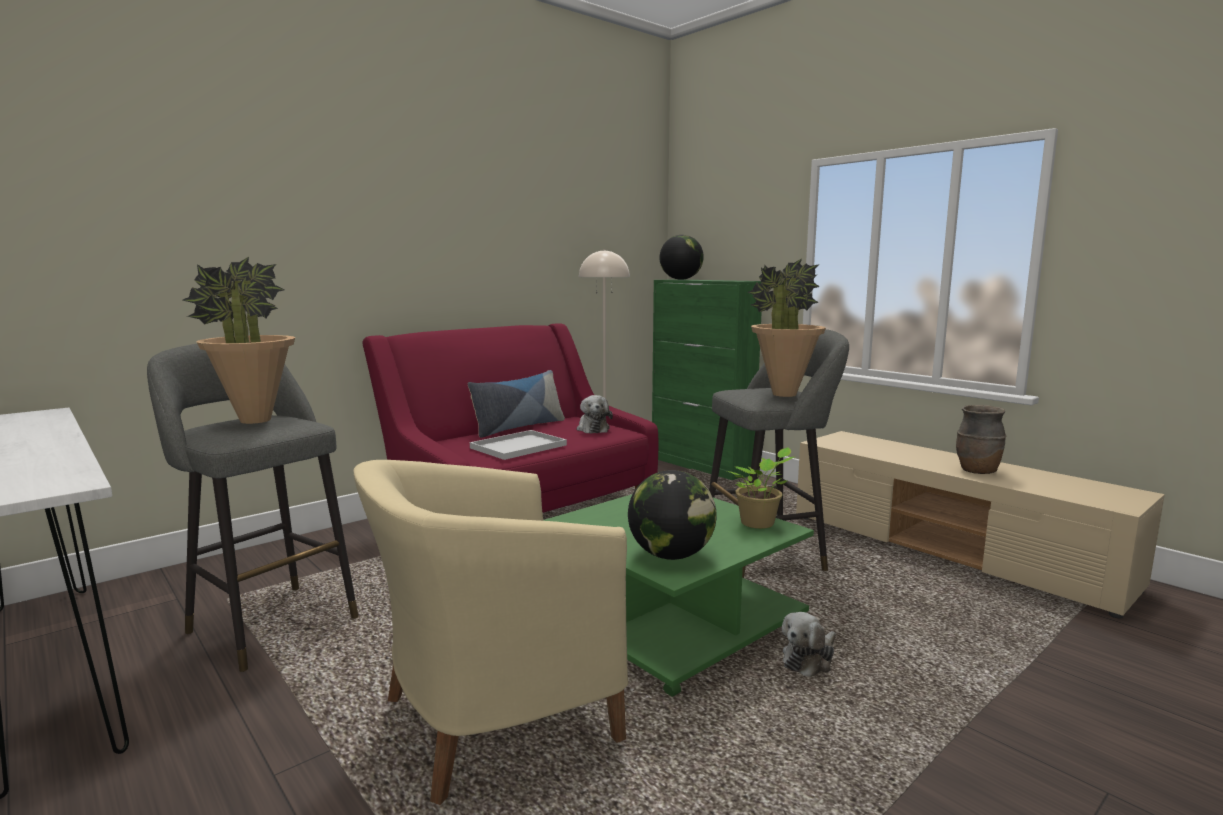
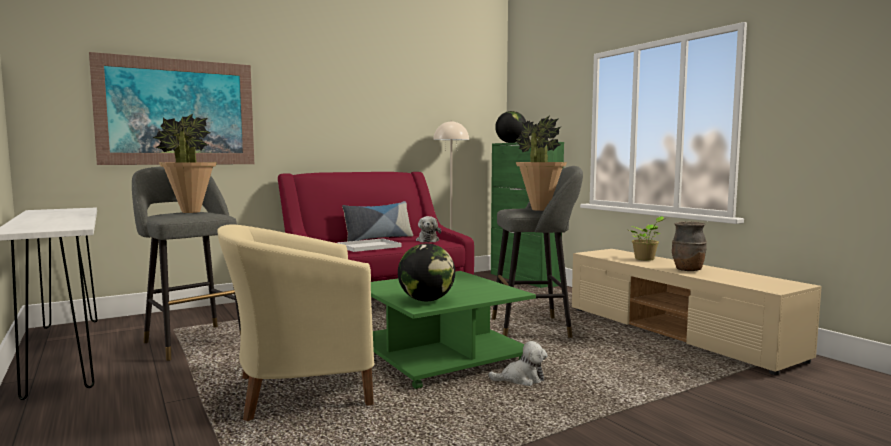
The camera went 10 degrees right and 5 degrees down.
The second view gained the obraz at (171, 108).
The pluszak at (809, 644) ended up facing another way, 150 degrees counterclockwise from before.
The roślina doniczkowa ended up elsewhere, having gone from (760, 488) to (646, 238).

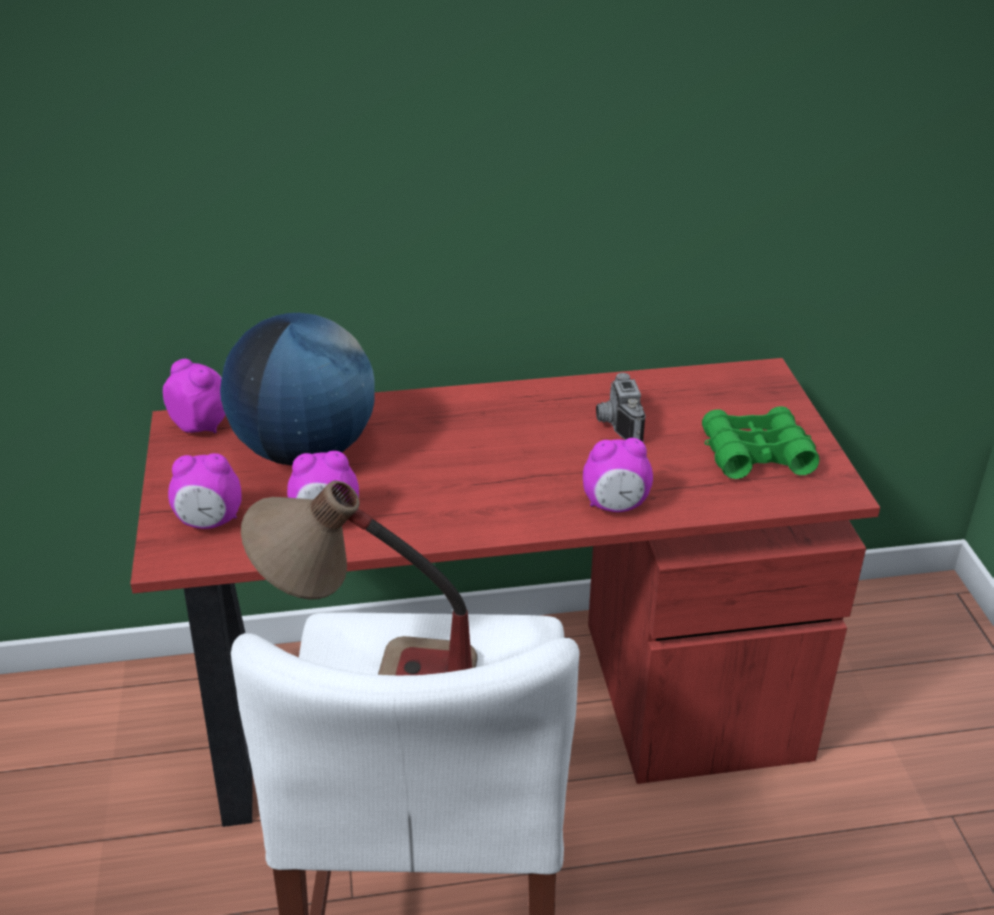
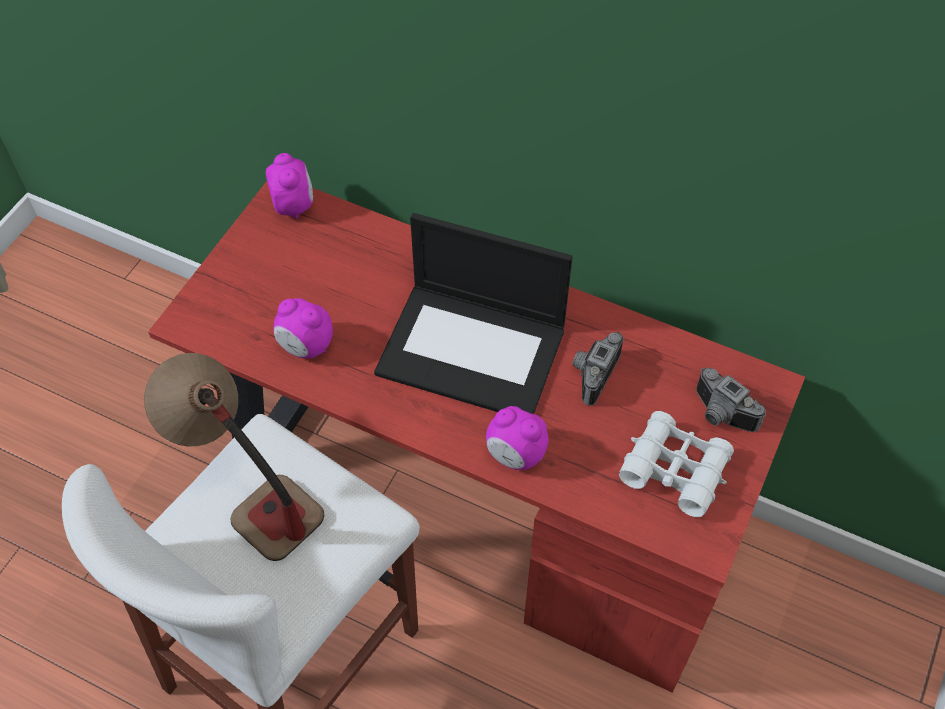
The camera went 35 degrees right and 20 degrees up.
The second view gained the laptop at (473, 313).
What was the lornetka/zielony at (760, 442) turned into the lornetka/biały at (676, 464).
The second view gained the aparat fotograficzny at (731, 399).
The second view lost the budzik at (205, 491).
The second view lost the globus at (297, 389).

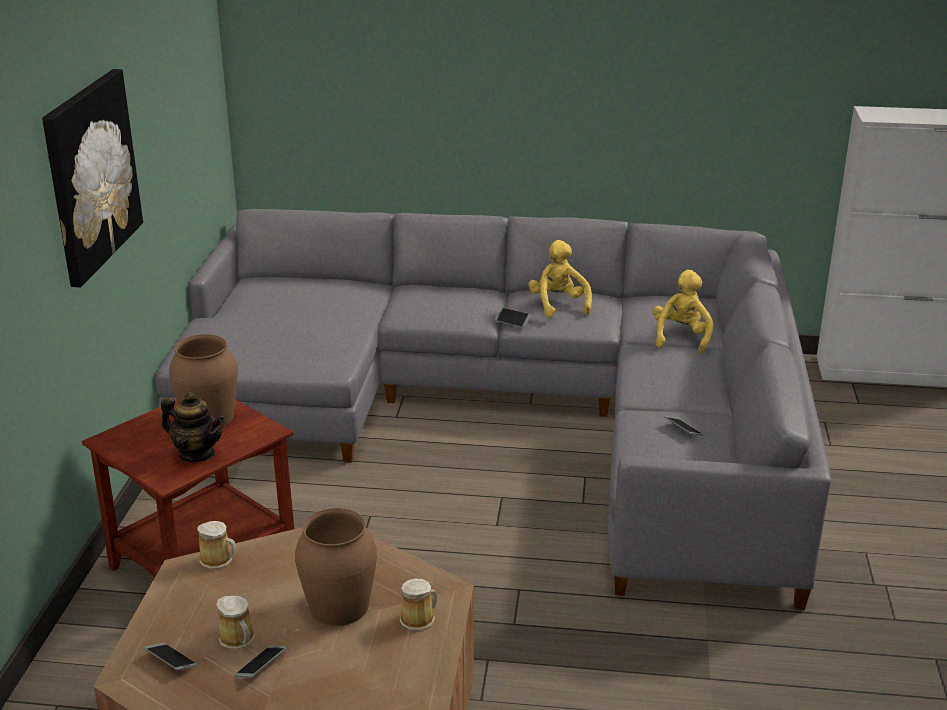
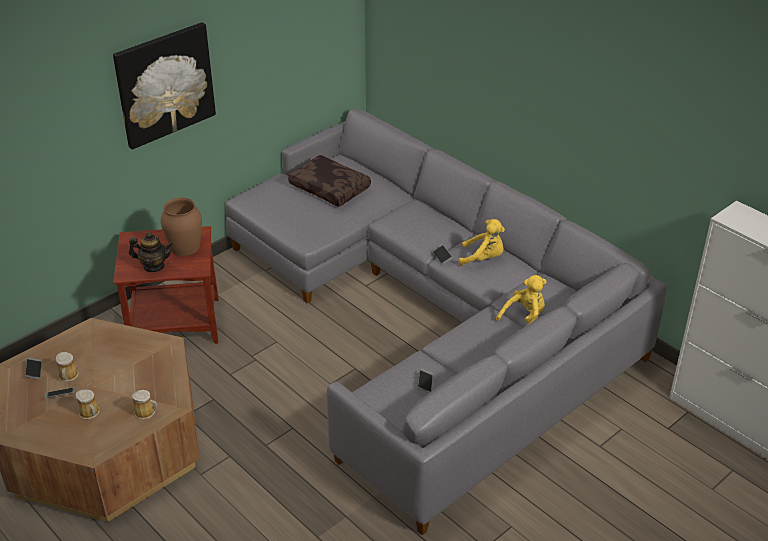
The camera went 40 degrees right and 10 degrees up.
The kubek ended up elsewhere, having gone from (216, 545) to (88, 404).
The imbryk at (192, 427) ended up facing another way, 60 degrees counterclockwise from before.
The second view gained the poduszka/brązowy at (329, 181).
The pluszak/żółty at (560, 279) ended up facing another way, 75 degrees clockwise from before.
The second view lost the wazon/brązowy at (336, 567).

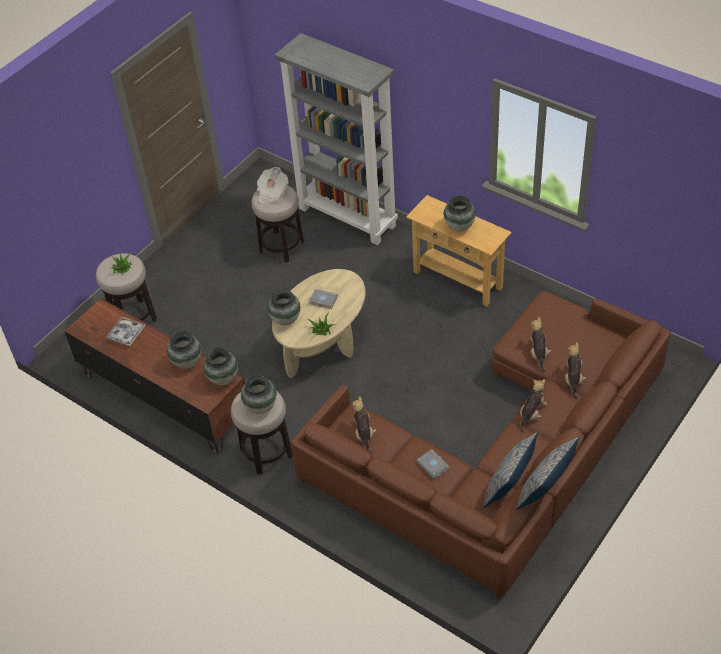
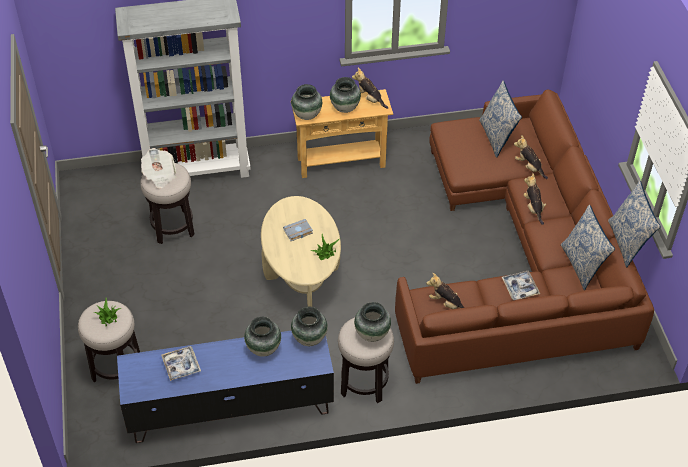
The camera went 50 degrees left and 0 degrees up.
What was the szafka pod telewizor/brązowy at (154, 375) turned into the szafka pod telewizor/niebieski at (225, 387).
The wazon ended up elsewhere, having gone from (284, 307) to (306, 102).
The pluszak ended up elsewhere, having gone from (540, 344) to (370, 88).
The second view gained the poduszka at (500, 119).
Where the książka/szary stood at (432, 464), the taca came to stand at (521, 285).

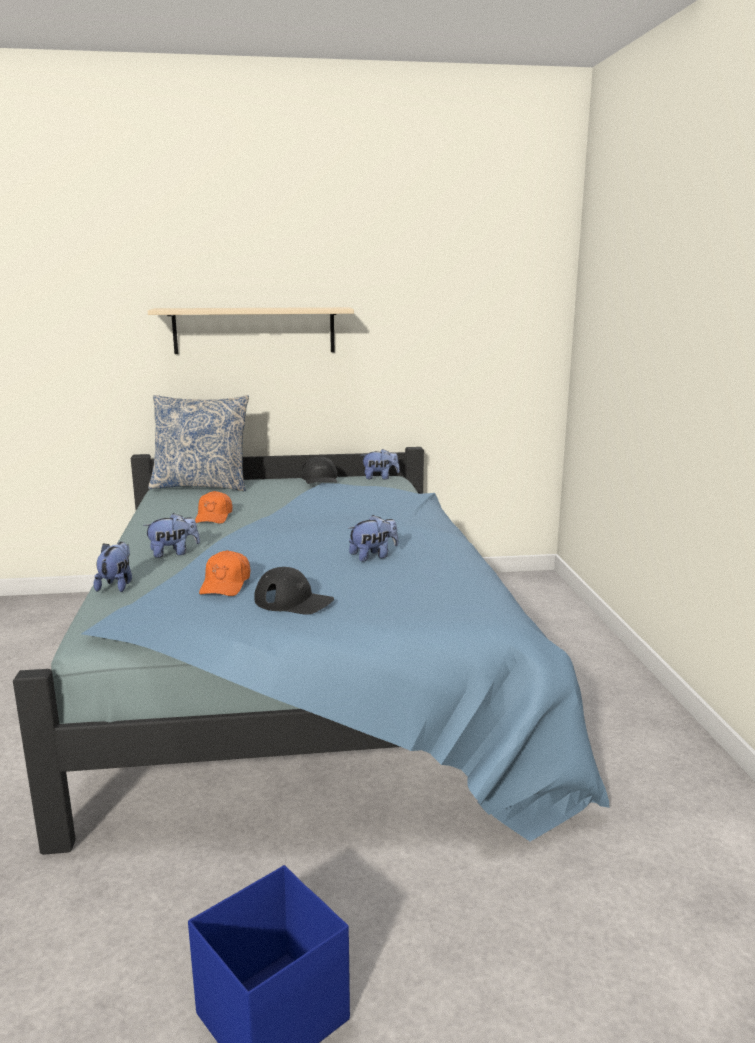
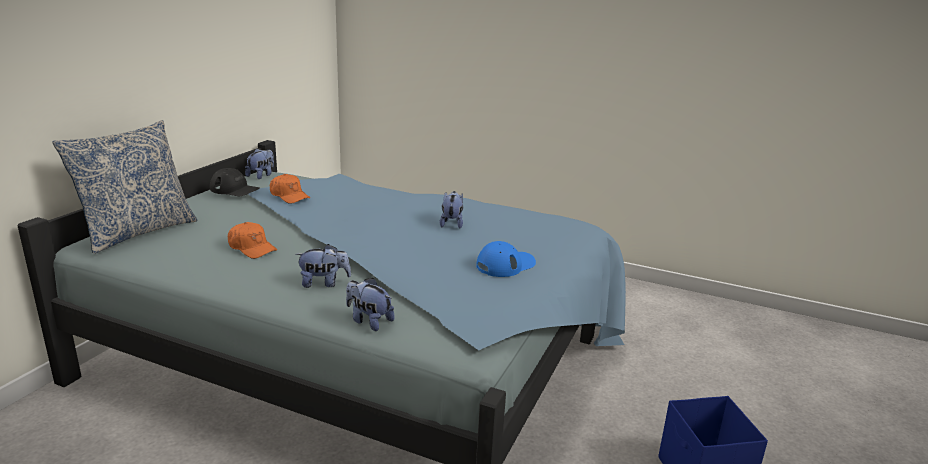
The camera went 60 degrees left and 5 degrees up.
The czapka z daszkiem/pomarańczowy ended up elsewhere, having gone from (224, 573) to (290, 189).
The pluszak at (171, 535) ended up facing another way, 75 degrees clockwise from before.
What was the czapka z daszkiem/czarny at (294, 591) turned into the czapka z daszkiem/niebieski at (506, 259).
The second view lost the półka/beżowy at (251, 330).

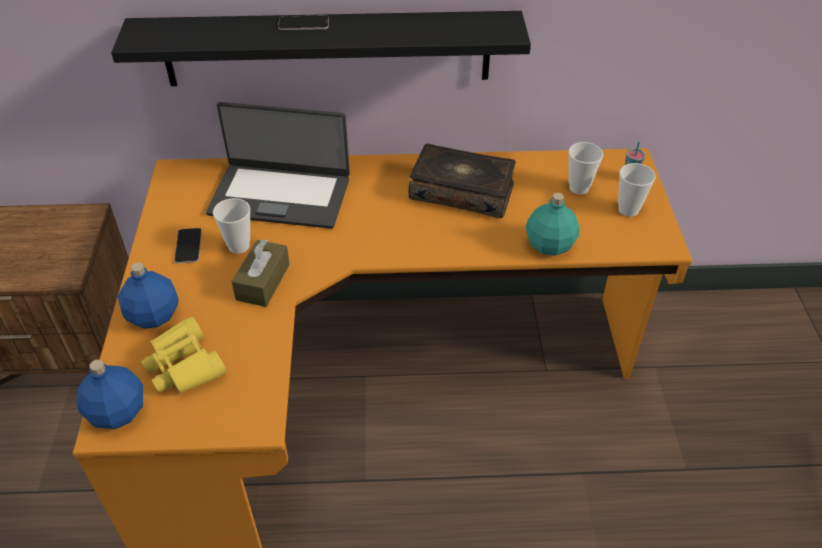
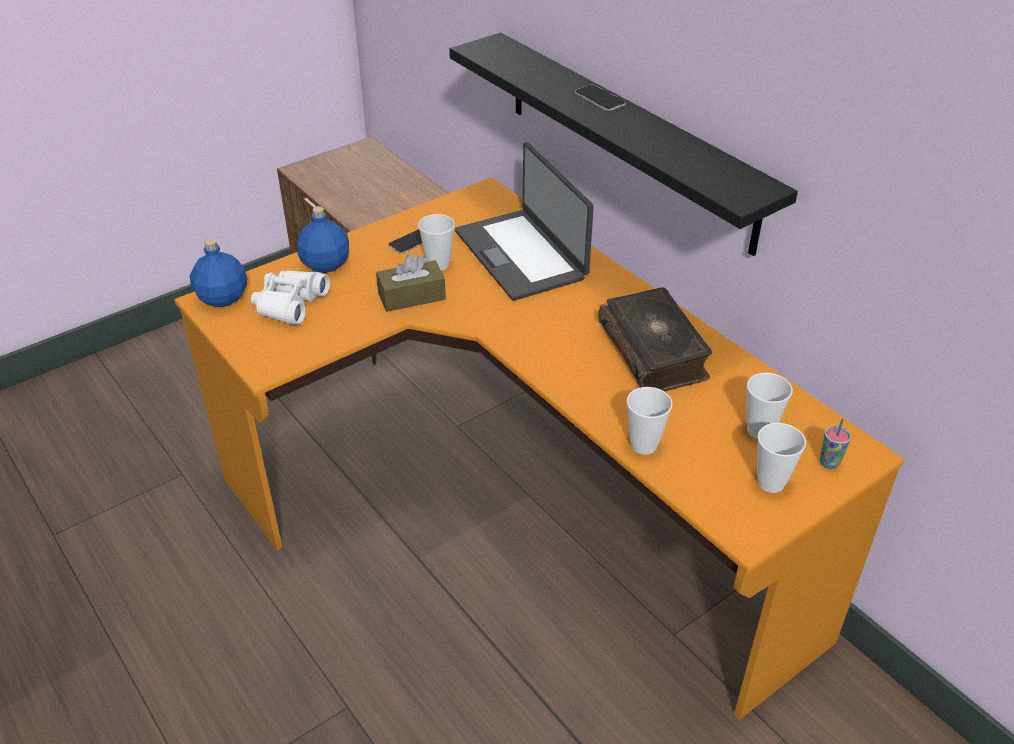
The camera went 55 degrees right and 5 degrees down.
What was the lornetka/żółty at (184, 355) turned into the lornetka/biały at (290, 297).
Where the butelka/turkusowy stood at (553, 224), the filiżanka came to stand at (650, 421).

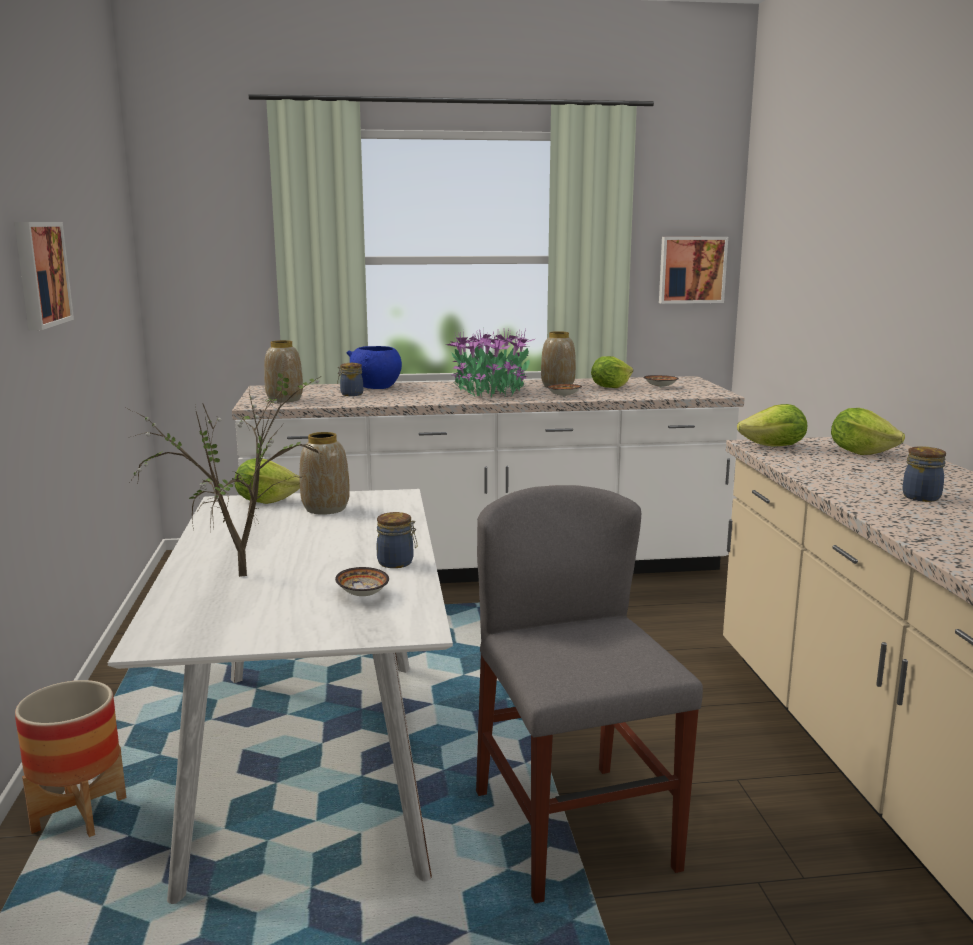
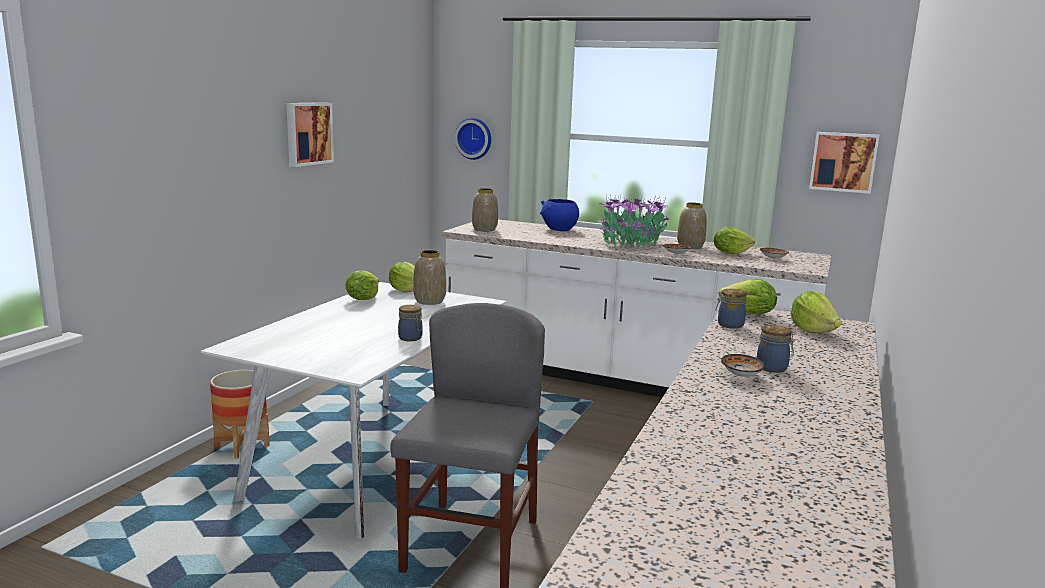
The camera went 30 degrees right and 0 degrees up.
The second view gained the sałata at (362, 285).
The second view gained the zegar ścienny at (472, 139).
The słoik ended up elsewhere, having gone from (350, 379) to (731, 309).
The miska ended up elsewhere, having gone from (362, 581) to (743, 365).
The second view lost the roślina doniczkowa at (224, 473).

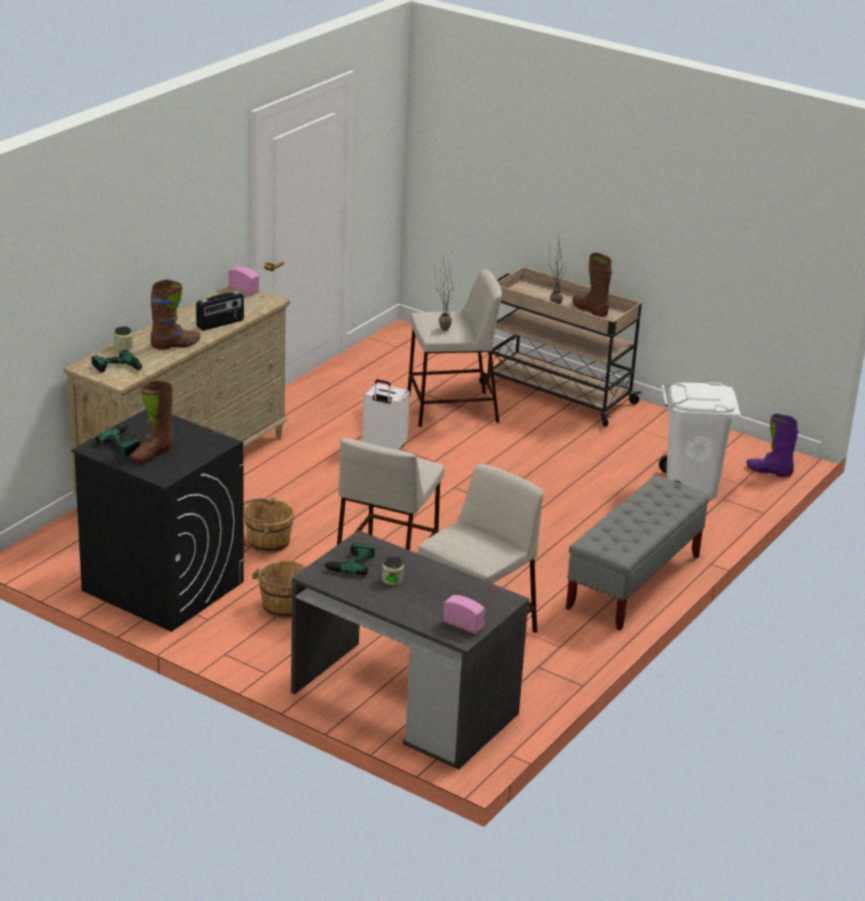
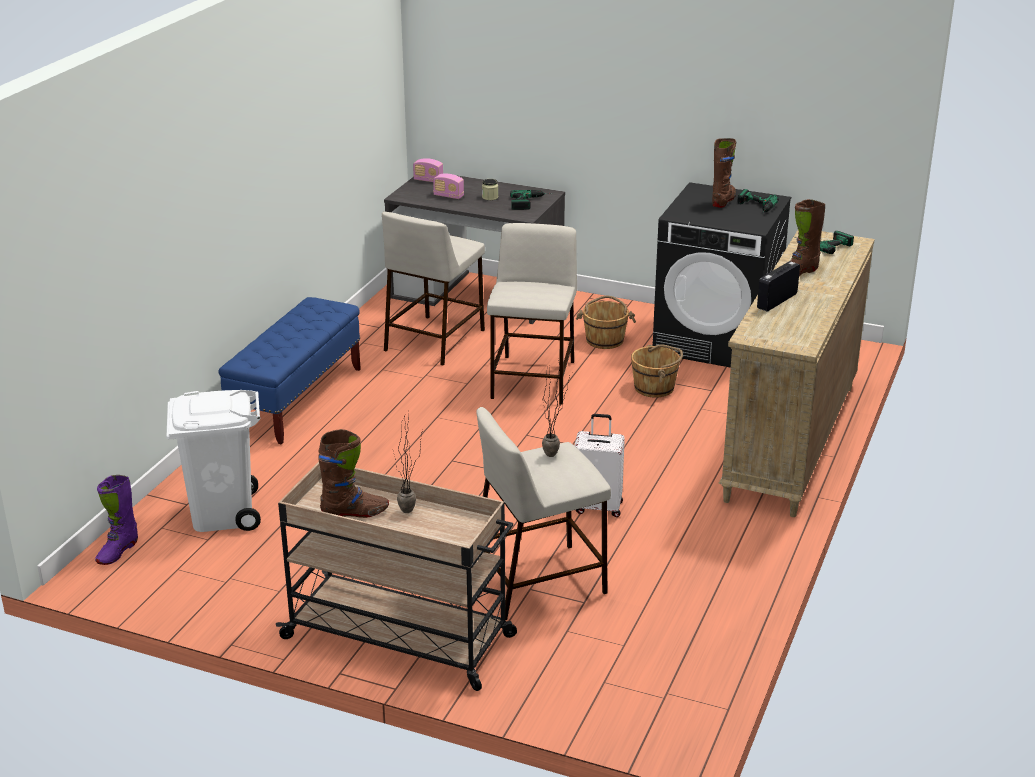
The camera went 170 degrees right and 0 degrees up.
The but z cholewką/fioletowy at (773, 445) ended up facing another way, 105 degrees clockwise from before.
What was the ławka/szary at (637, 553) turned into the ławka/niebieski at (289, 370).
The but z cholewką/brązowy at (592, 285) ended up facing another way, 45 degrees counterclockwise from before.
The radio ended up elsewhere, having gone from (244, 280) to (448, 186).
The second view lost the słoik at (123, 338).

